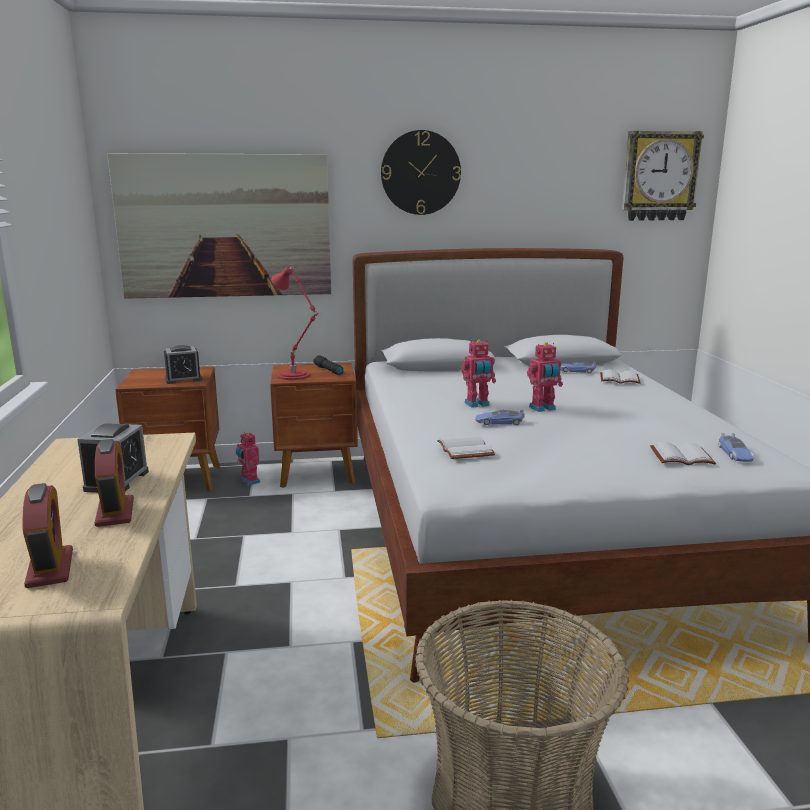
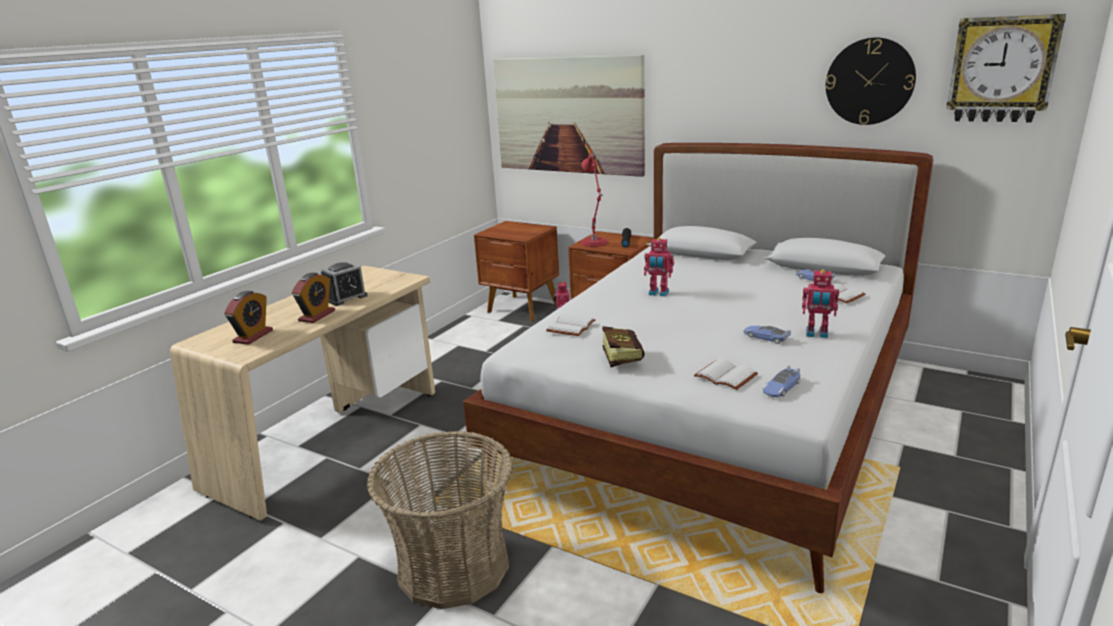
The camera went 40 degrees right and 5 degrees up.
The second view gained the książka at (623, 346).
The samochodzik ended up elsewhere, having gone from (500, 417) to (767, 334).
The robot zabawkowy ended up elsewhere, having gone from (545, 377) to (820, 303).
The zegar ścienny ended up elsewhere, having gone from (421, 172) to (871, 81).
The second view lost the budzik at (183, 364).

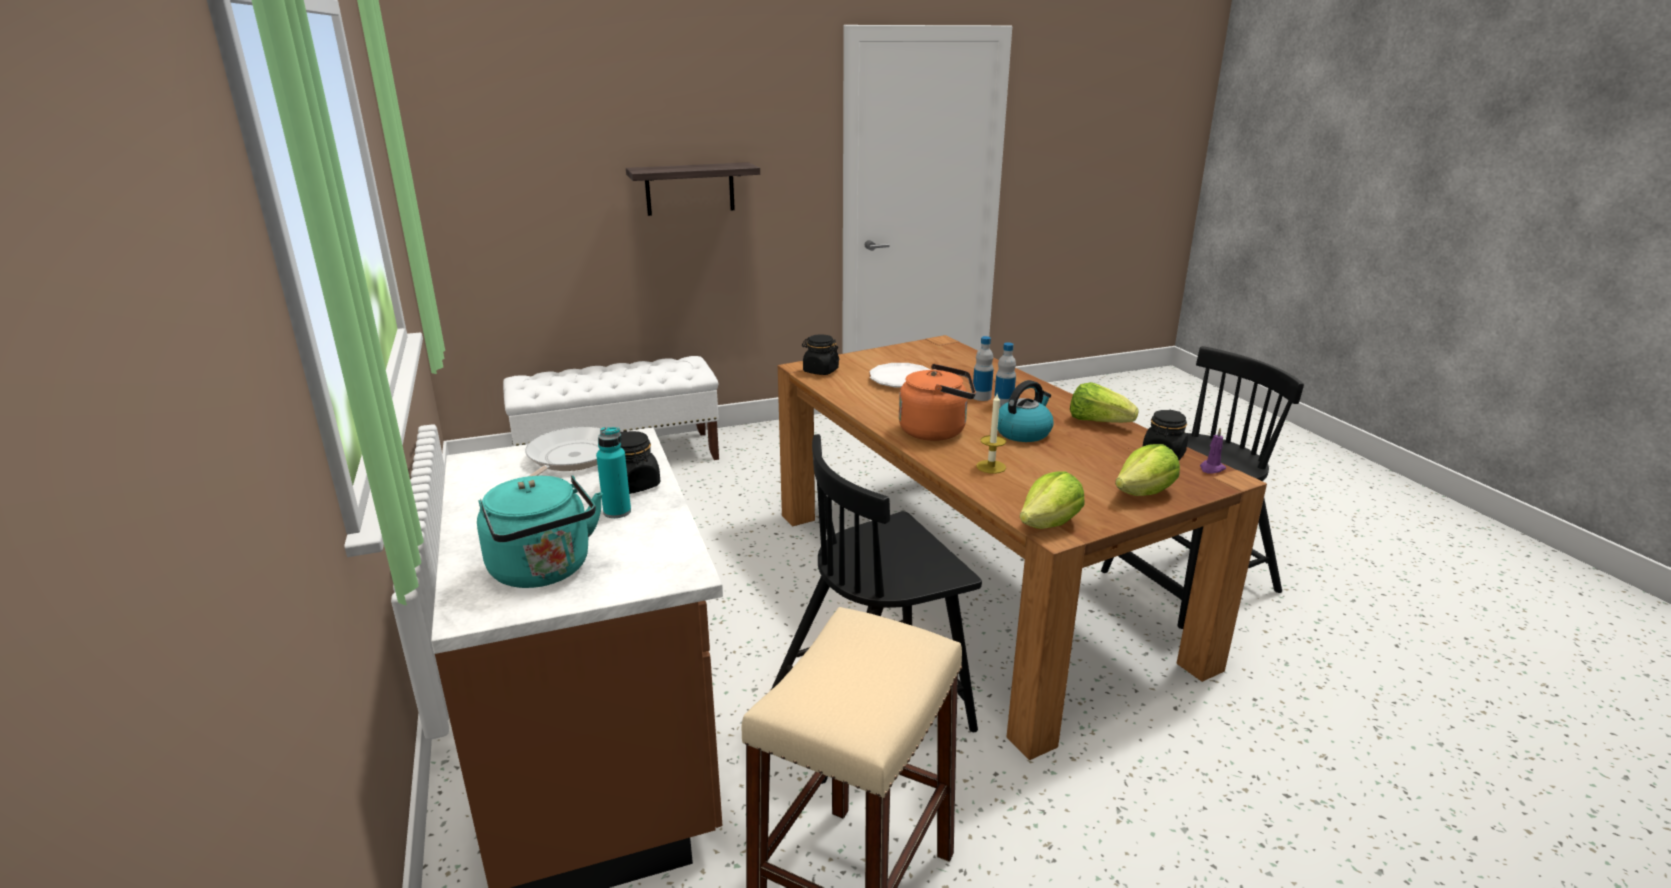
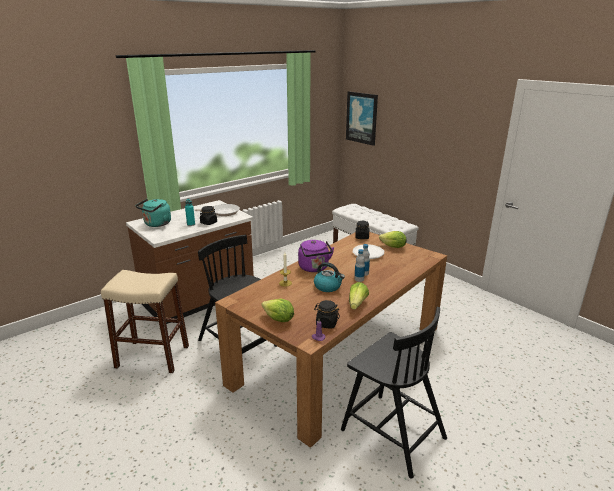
The camera went 70 degrees right and 0 degrees up.
What was the czajnik/pomarańczowy at (937, 402) turned into the czajnik/fioletowy at (316, 256).
The second view gained the obraz at (362, 118).
The sałata ended up elsewhere, having gone from (1052, 500) to (393, 239).
The second view lost the półka at (693, 189).

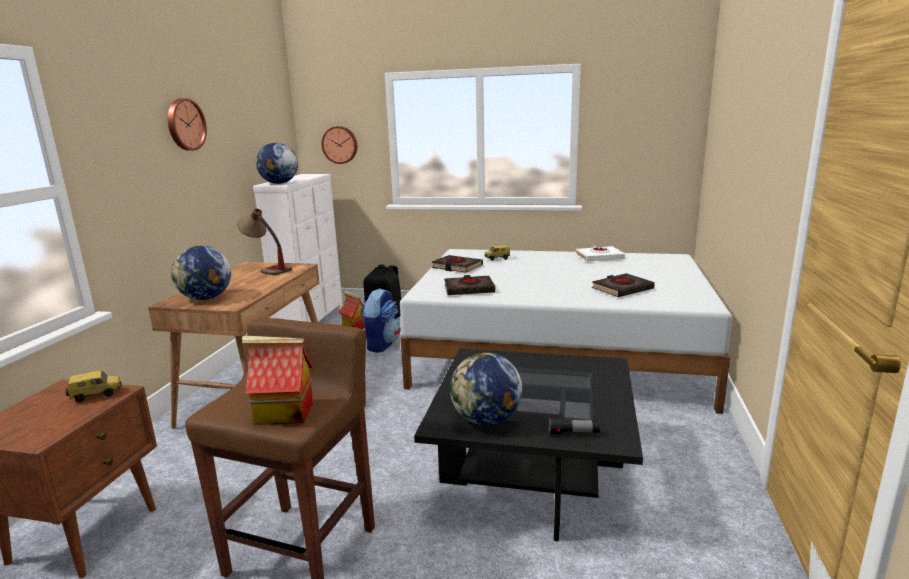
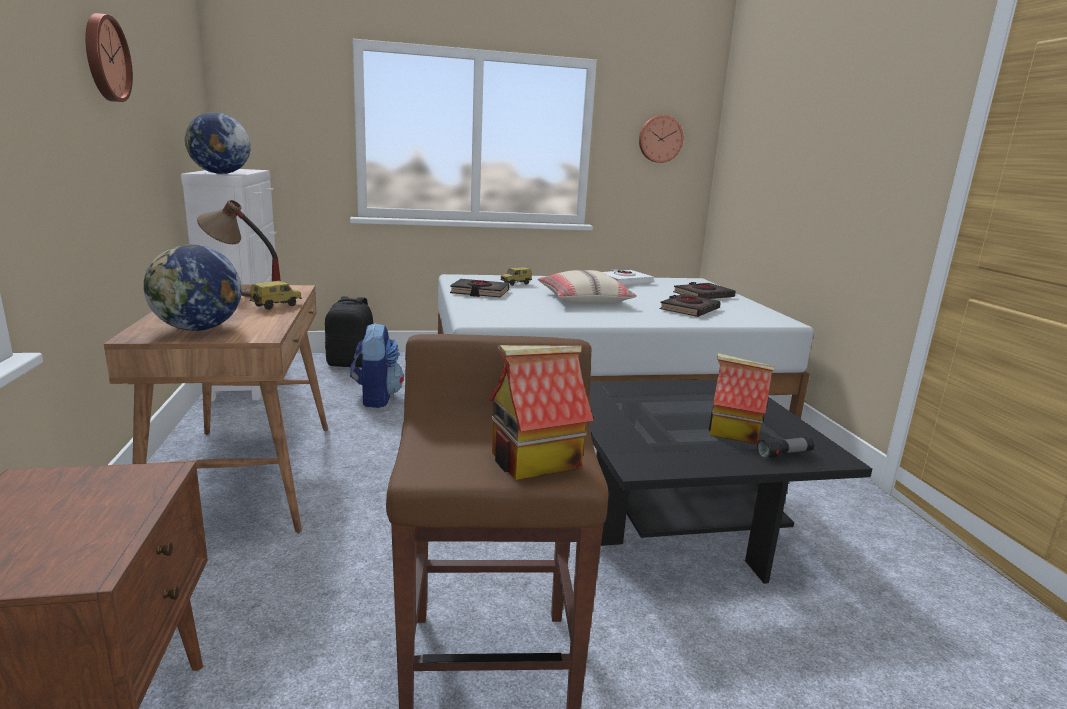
The camera went 25 degrees left and 0 degrees up.
The samochodzik ended up elsewhere, having gone from (94, 386) to (276, 295).
The second view gained the poduszka/beżowy at (587, 286).
The zegar ścienny ended up elsewhere, having gone from (339, 145) to (661, 139).
The książka/czarny ended up elsewhere, having gone from (469, 285) to (704, 290).
The domek ended up elsewhere, having gone from (352, 310) to (742, 398).
The second view lost the globus at (486, 389).

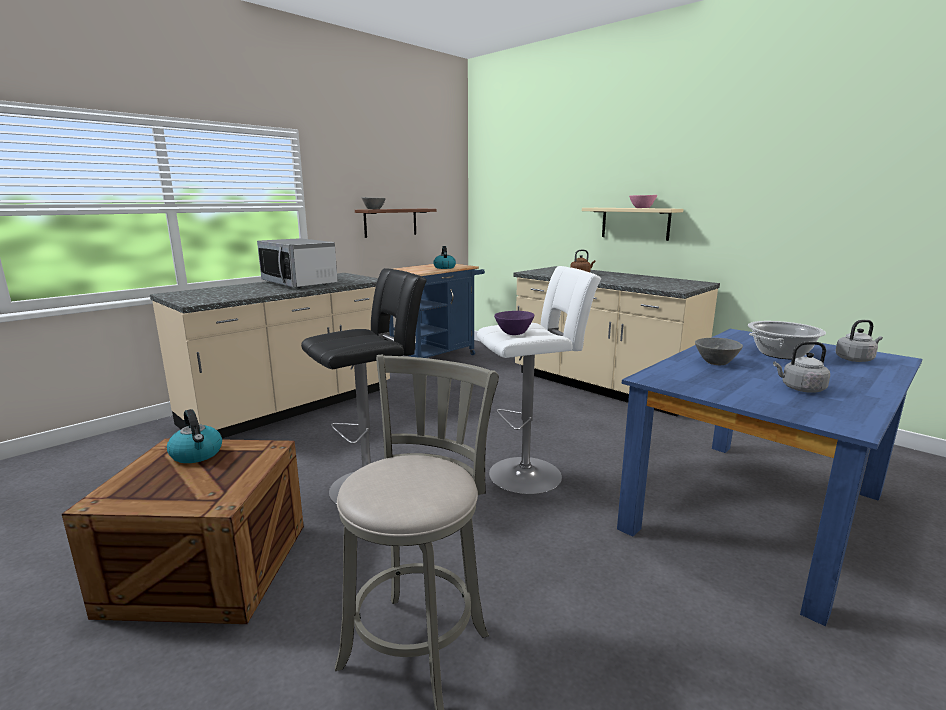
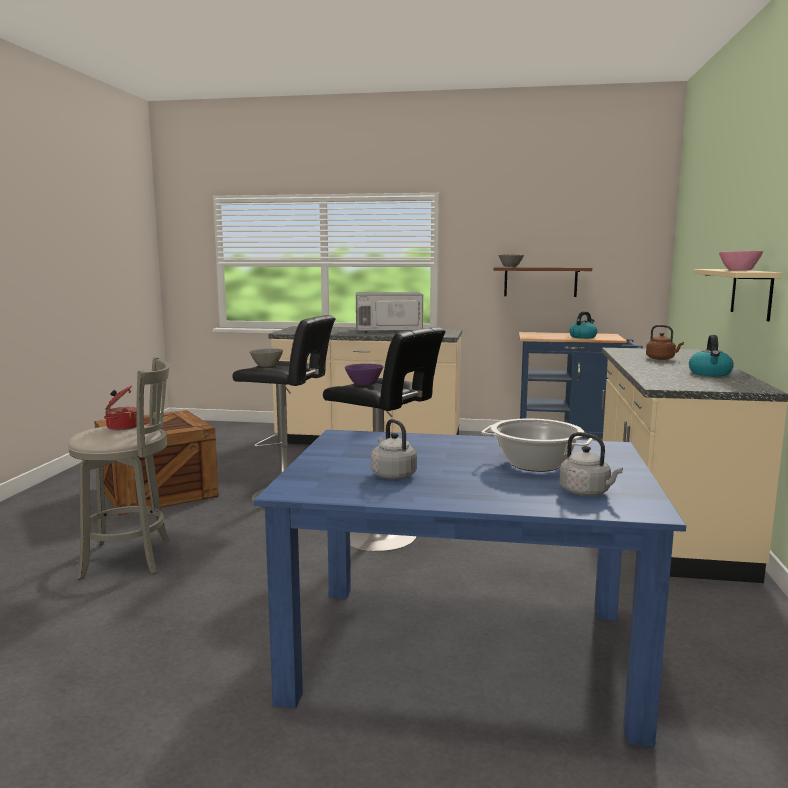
The camera went 55 degrees right and 5 degrees down.
The second view gained the garnek at (120, 408).
The miska/szary ended up elsewhere, having gone from (719, 351) to (266, 358).
What was the stołek/biały at (539, 380) turned into the stołek/czarny at (384, 439).
The mikrofalówka at (297, 263) ended up facing another way, 75 degrees clockwise from before.
The czajnik ended up elsewhere, having gone from (194, 436) to (711, 355).

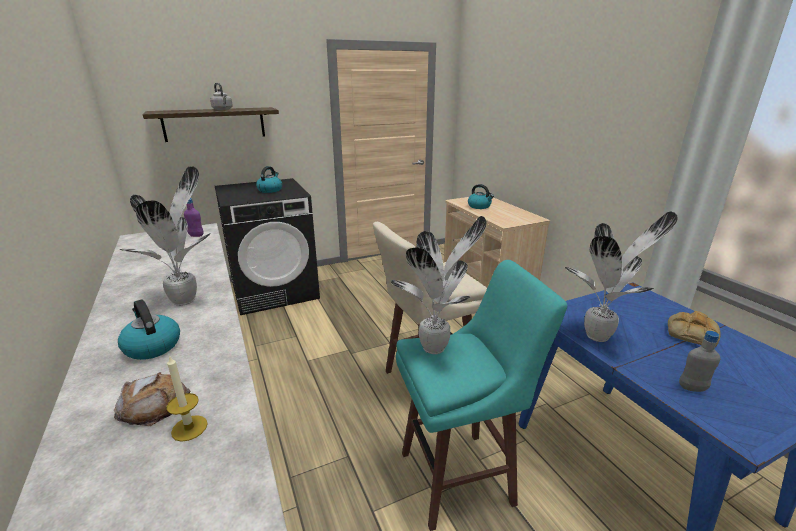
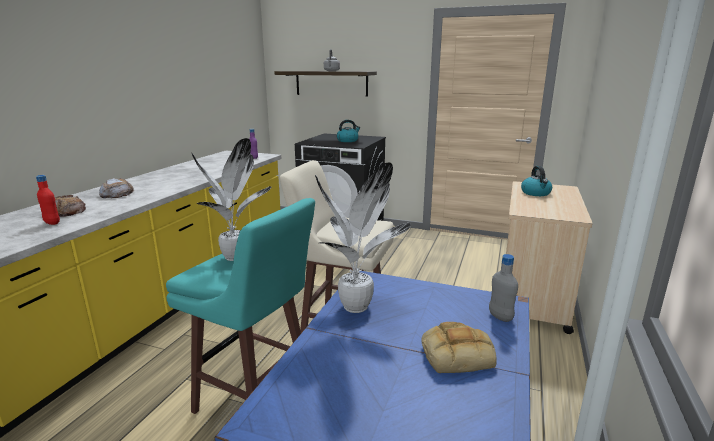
The camera went 45 degrees right and 5 degrees down.
Where the świeca stood at (187, 398), the butelka/czerwony came to stand at (48, 200).
Where the czajnik stood at (149, 329), the chleb came to stand at (117, 188).
The butelka/szary ended up elsewhere, having gone from (699, 361) to (503, 288).
The second view lost the roślina doniczkowa at (165, 236).

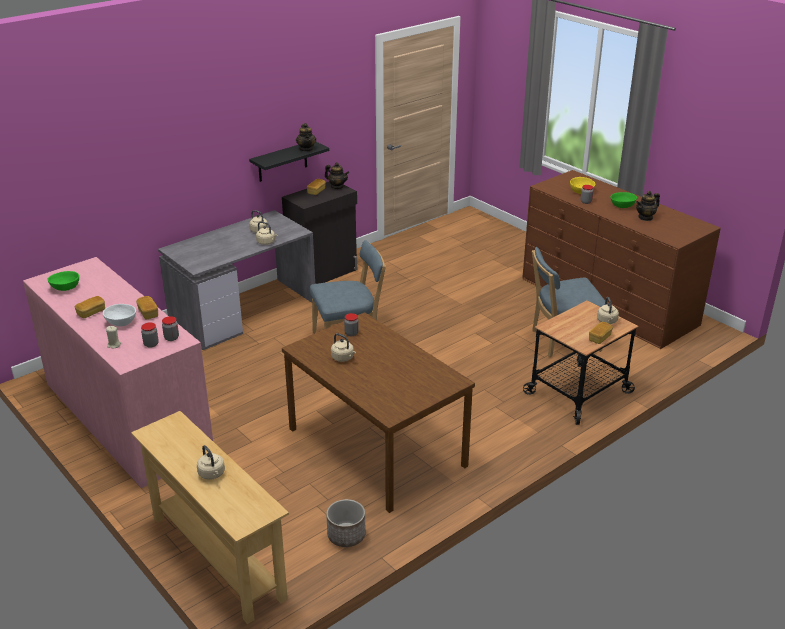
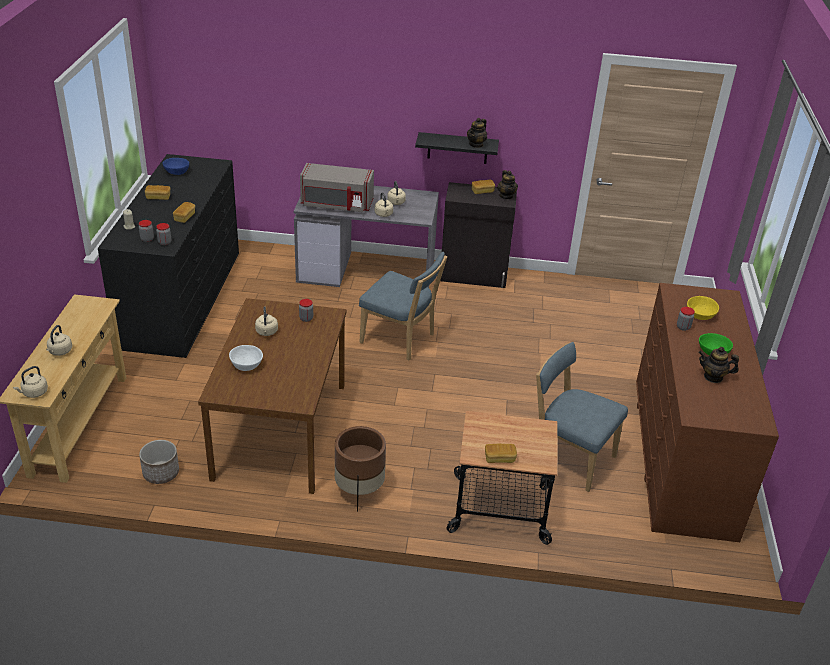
The camera went 45 degrees right and 5 degrees up.
The czajnik/beżowy ended up elsewhere, having gone from (608, 310) to (30, 382).
What was the komoda/różowy at (118, 372) turned into the komoda/czarny at (168, 256).
What was the miska/zielony at (63, 281) turned into the miska/niebieski at (175, 166).
The miska/biały ended up elsewhere, having gone from (119, 315) to (246, 358).
The second view gained the mikrofalówka/szary at (337, 187).
The second view gained the donica/brązowy at (360, 468).

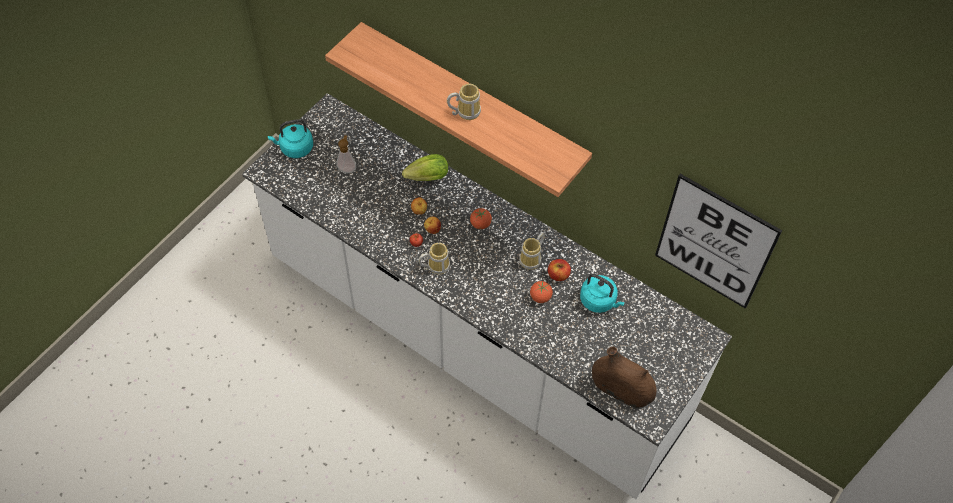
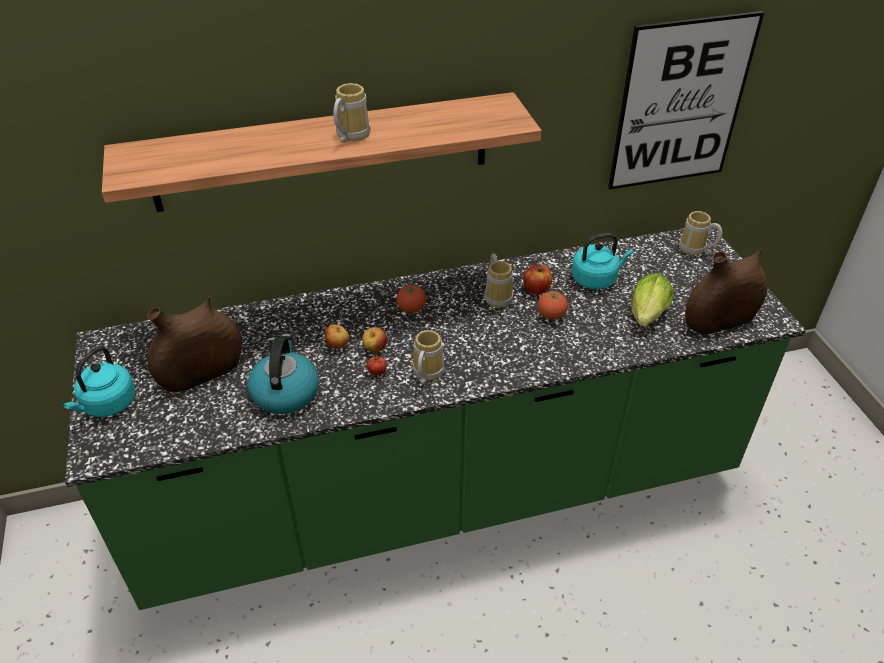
The camera went 50 degrees left and 15 degrees down.
What was the zabudowa kuchenna/biały at (487, 296) turned into the zabudowa kuchenna/zielony at (435, 418).
Where the dozownik mydła stood at (346, 154), the wazon/brązowy came to stand at (194, 344).
The second view gained the czajnik at (283, 374).
The sałata ended up elsewhere, having gone from (425, 167) to (652, 299).
The second view gained the kubek at (700, 233).

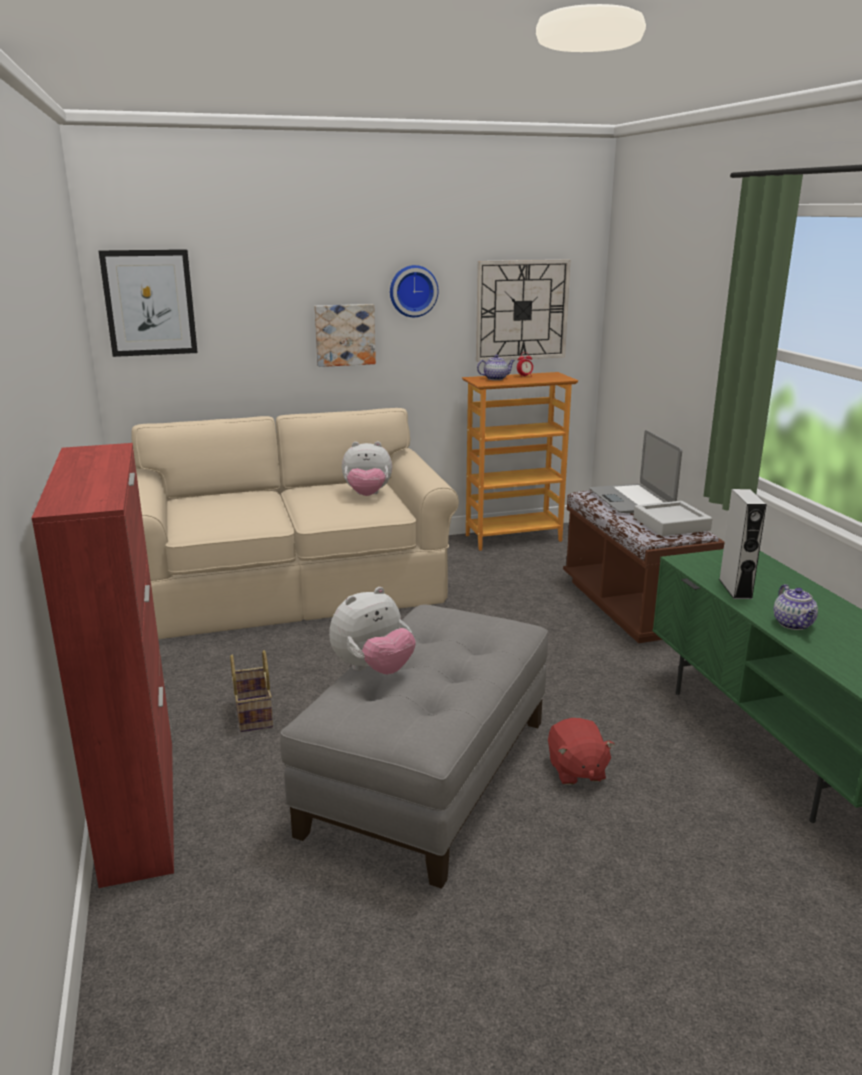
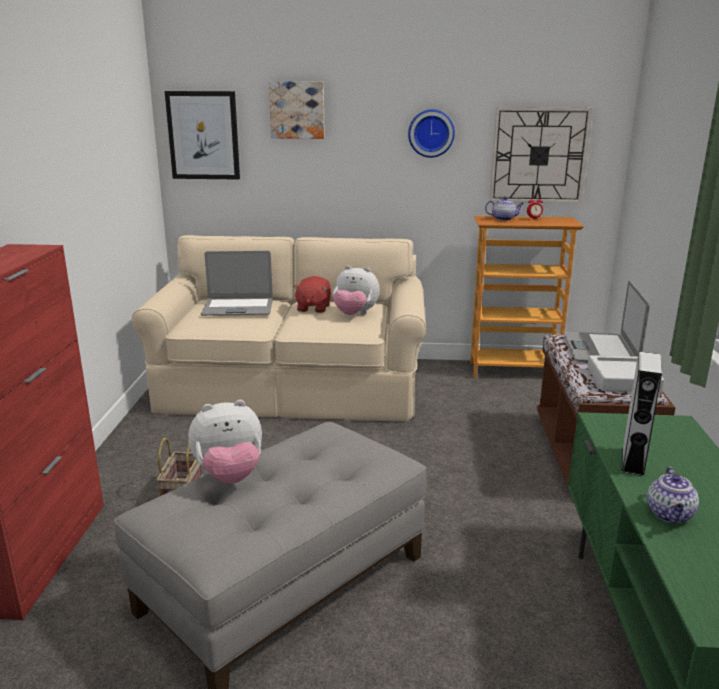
The camera went 20 degrees right and 0 degrees up.
The second view gained the laptop at (237, 283).
The obraz ended up elsewhere, having gone from (345, 335) to (297, 110).
The pluszak/czerwony ended up elsewhere, having gone from (581, 751) to (312, 294).

